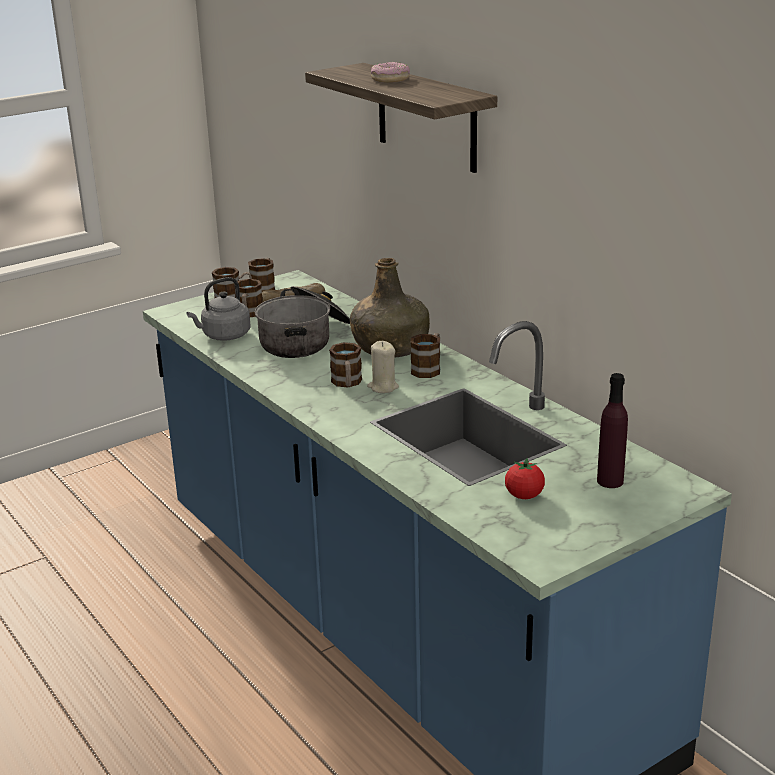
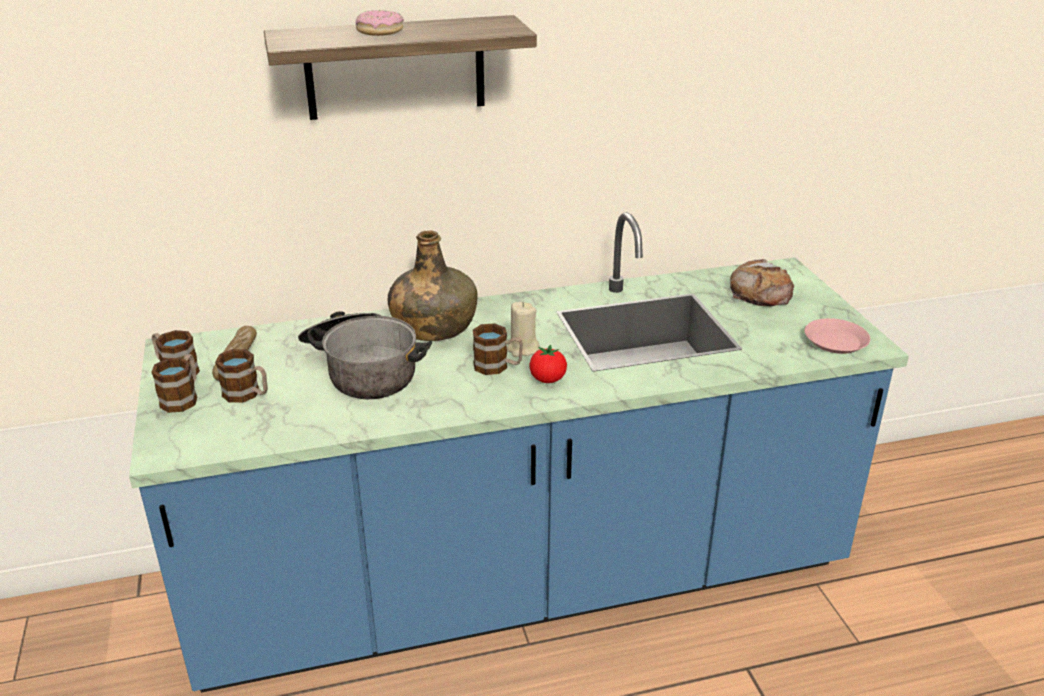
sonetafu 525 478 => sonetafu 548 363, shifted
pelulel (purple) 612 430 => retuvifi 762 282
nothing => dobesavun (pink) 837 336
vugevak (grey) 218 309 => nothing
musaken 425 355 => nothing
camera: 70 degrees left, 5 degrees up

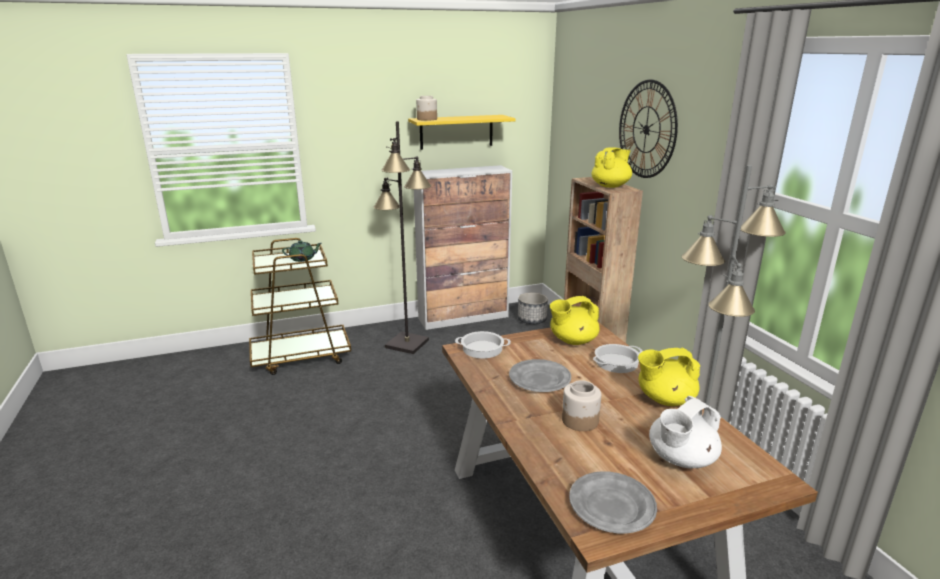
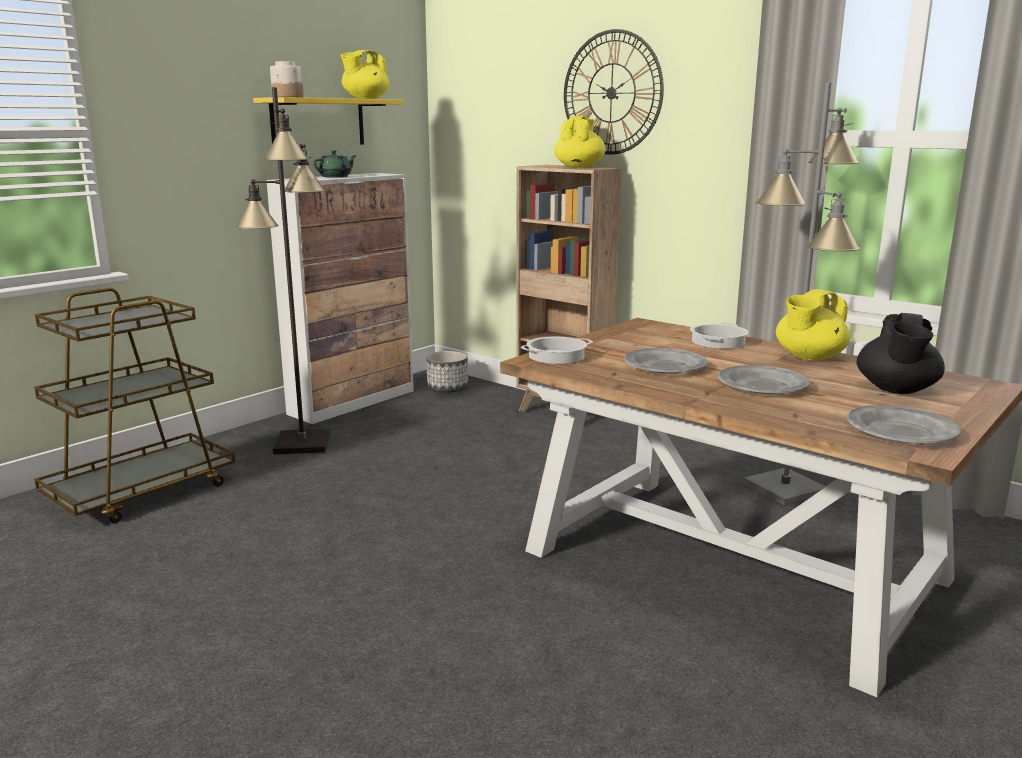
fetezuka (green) 302 251 => fetezuka (green) 335 164, shifted
fetezuka (yellow) 575 320 => fetezuka (yellow) 365 74, shifted
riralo 581 405 => dobesavun (grey) 764 379
fetezuka (white) 685 432 => fetezuka (black) 900 353
camera: 30 degrees left, 5 degrees down

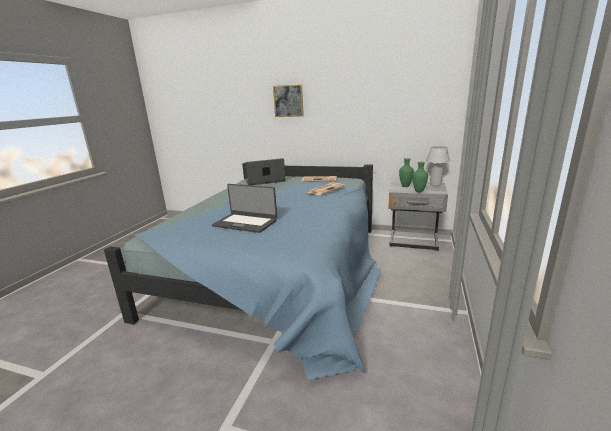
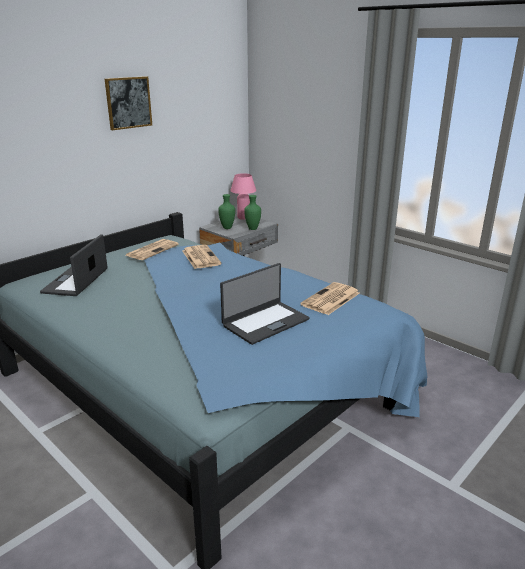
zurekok 288 100 => zurekok 128 103, shifted
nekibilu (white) 438 166 => nekibilu (pink) 243 196
nothing => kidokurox 330 298
camera: 65 degrees left, 5 degrees up

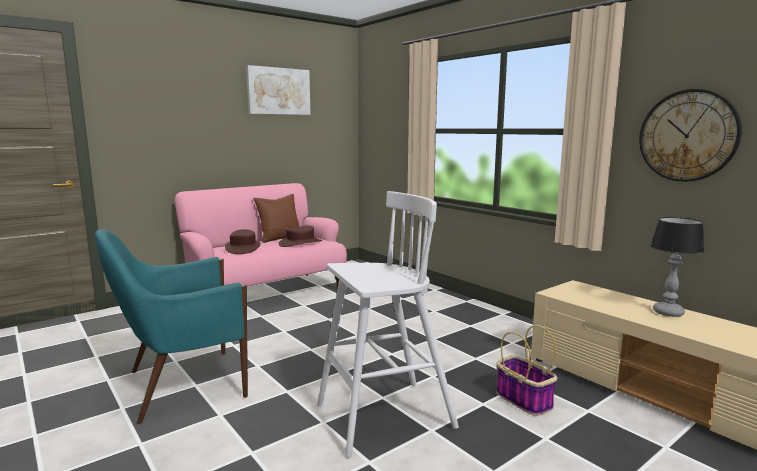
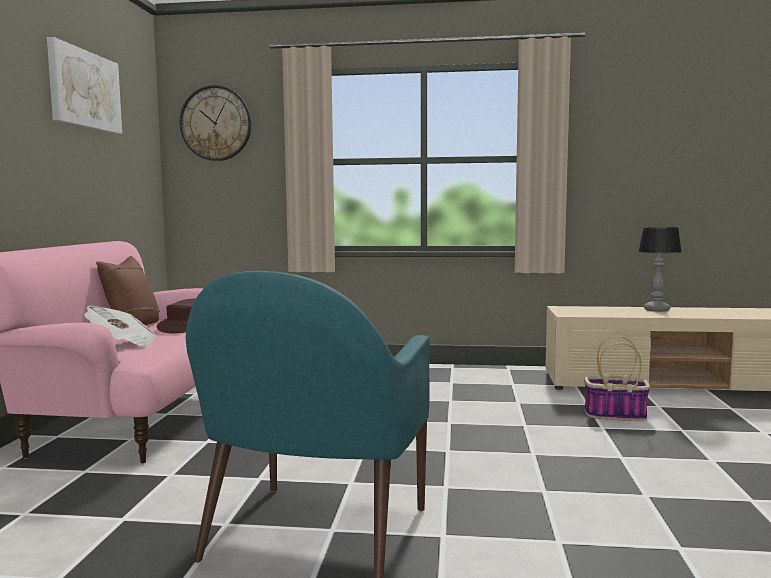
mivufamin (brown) 243 241 => kidokurox 120 326
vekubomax 690 135 => vekubomax 216 123, shifted
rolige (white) 388 324 => nothing
camera: 45 degrees left, 5 degrees down

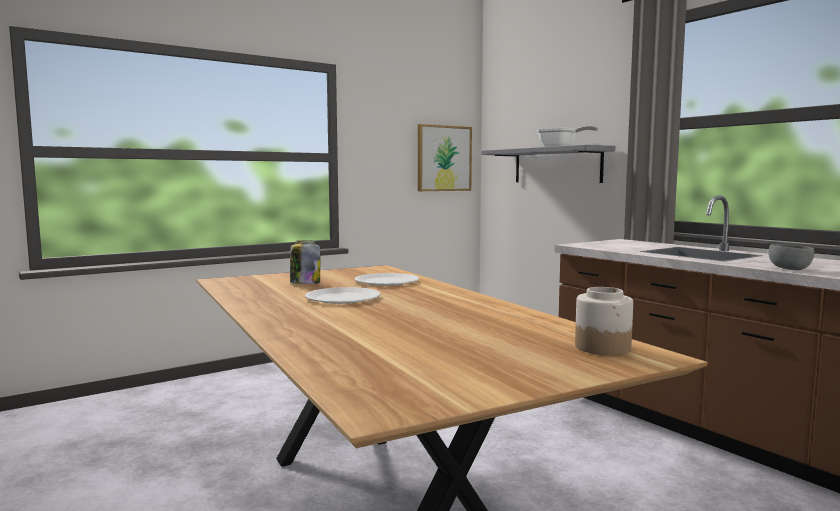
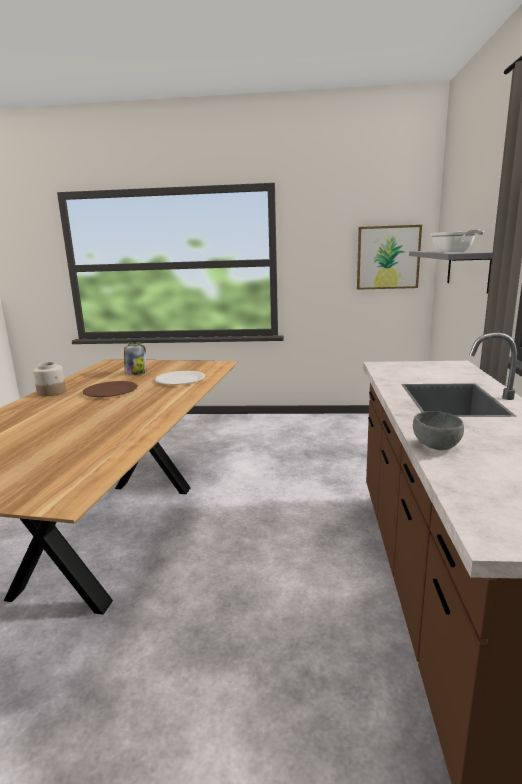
riralo 604 321 => riralo 49 379, shifted
dobesavun (white) 343 295 => dobesavun (brown) 110 389
camera: 40 degrees right, 10 degrees up

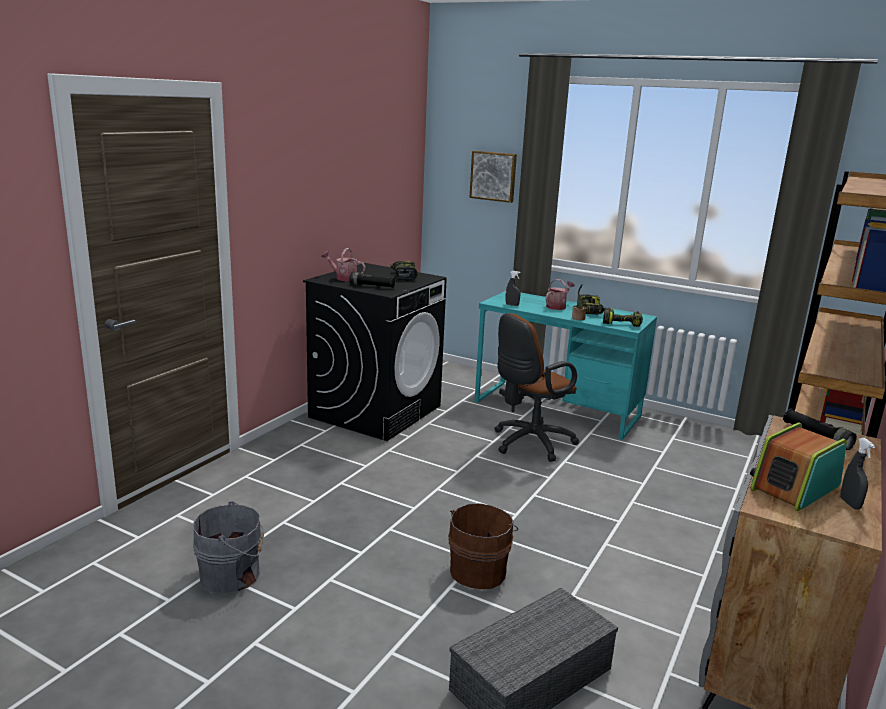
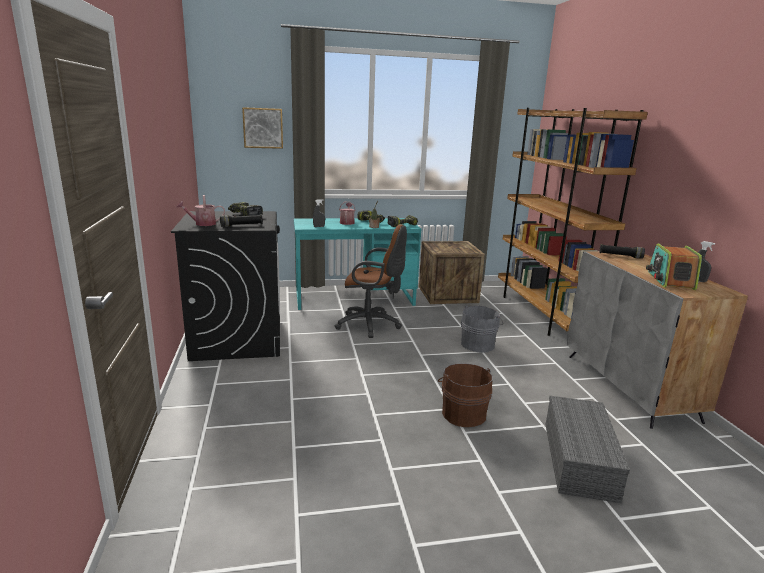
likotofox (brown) 536 387 => likotofox (brown) 371 281, 90 degrees counterclockwise
nothing => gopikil 452 272
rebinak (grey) 228 547 => rebinak (grey) 482 329, shifted
camera: 40 degrees left, 0 degrees up

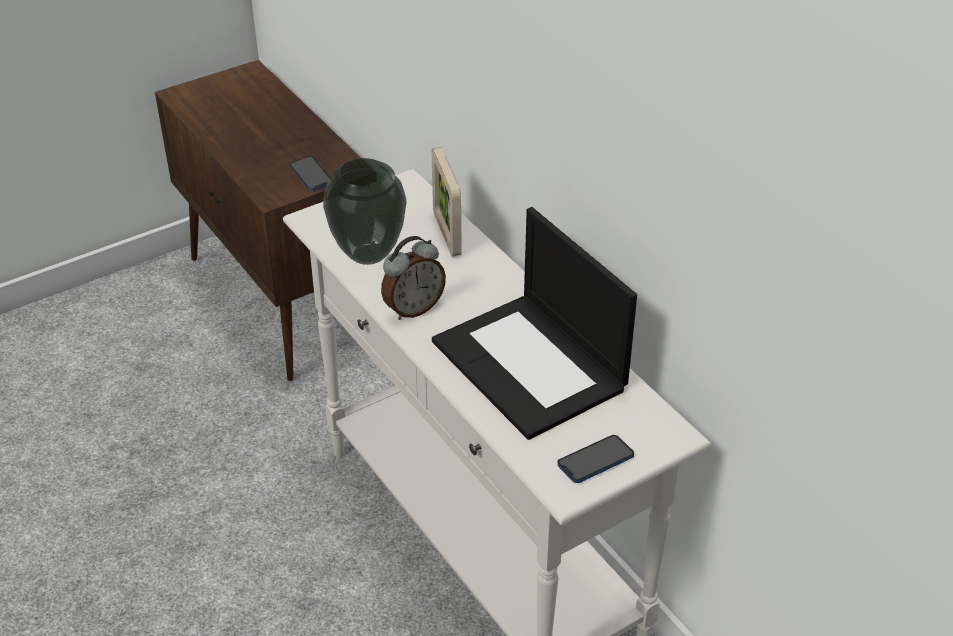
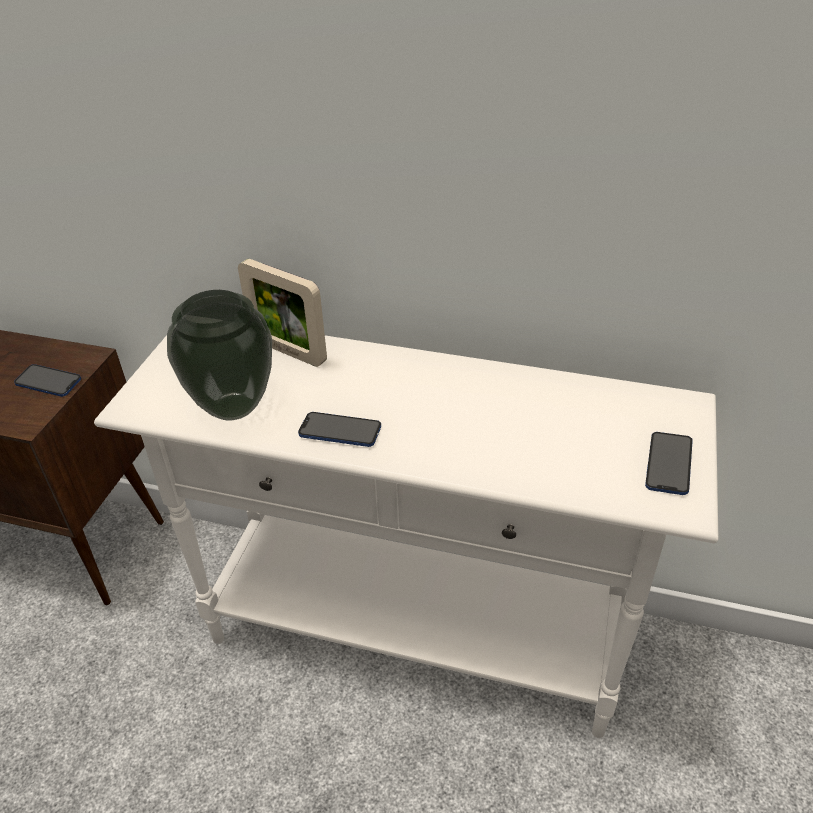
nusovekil 413 278 => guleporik 339 429
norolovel 534 323 => nothing
camera: 40 degrees left, 0 degrees up

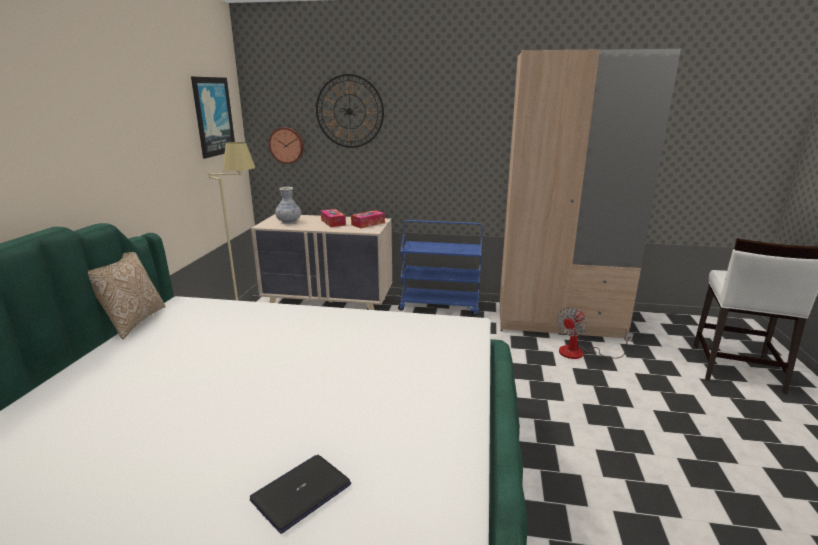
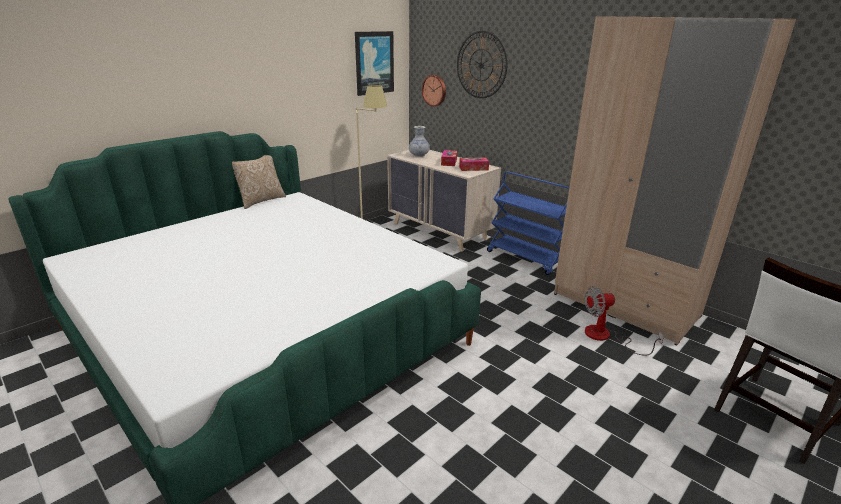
norolovel 300 494 => nothing
camera: 35 degrees right, 5 degrees up

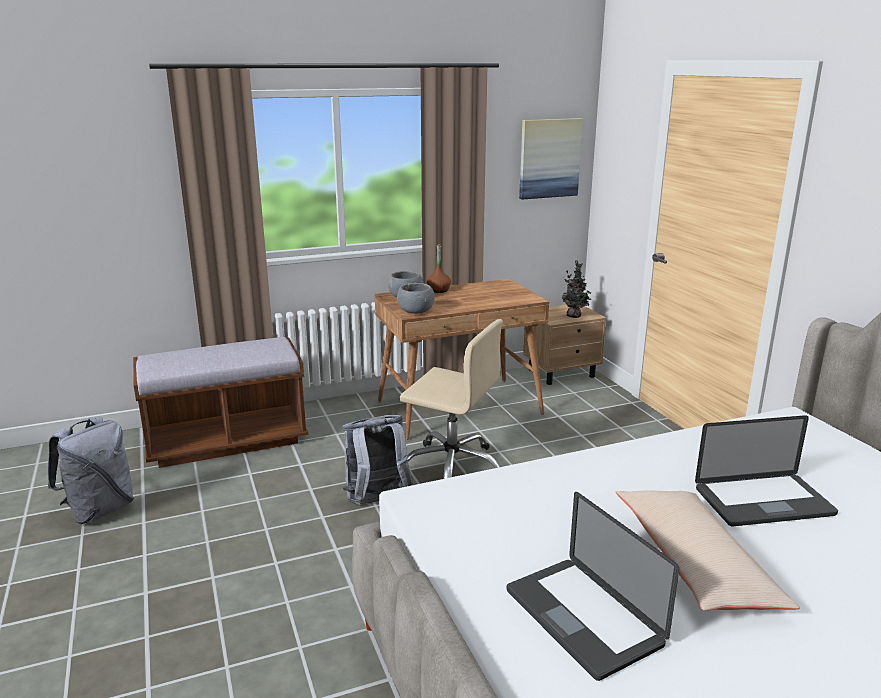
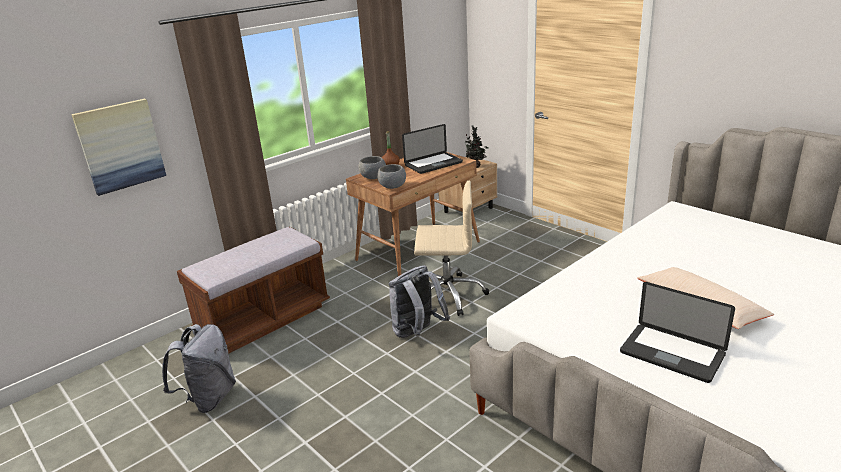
zurekok 551 159 => zurekok 118 147, shifted
norolovel 766 470 => norolovel 432 149, shifted
camera: 20 degrees left, 5 degrees up

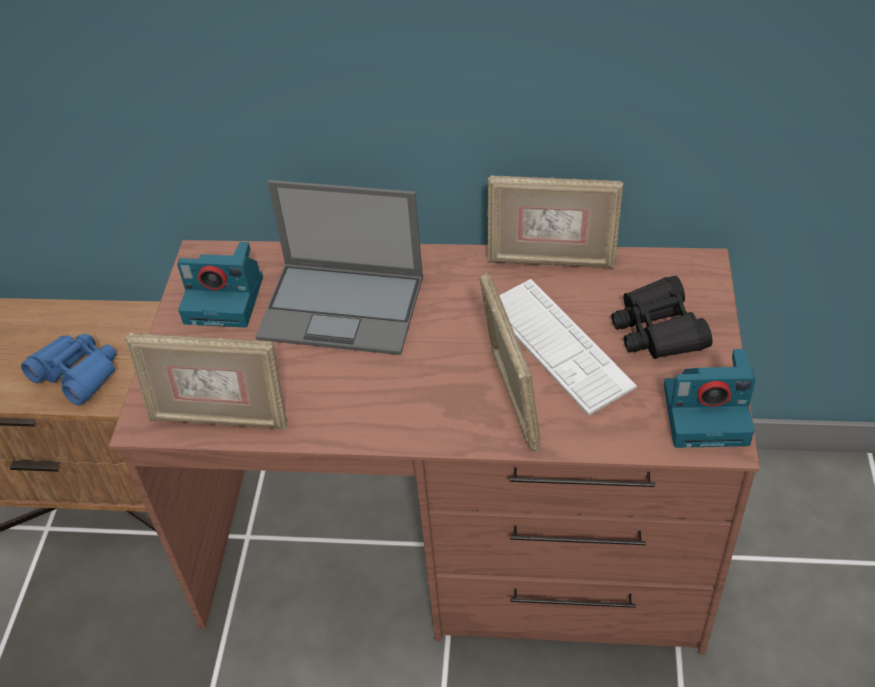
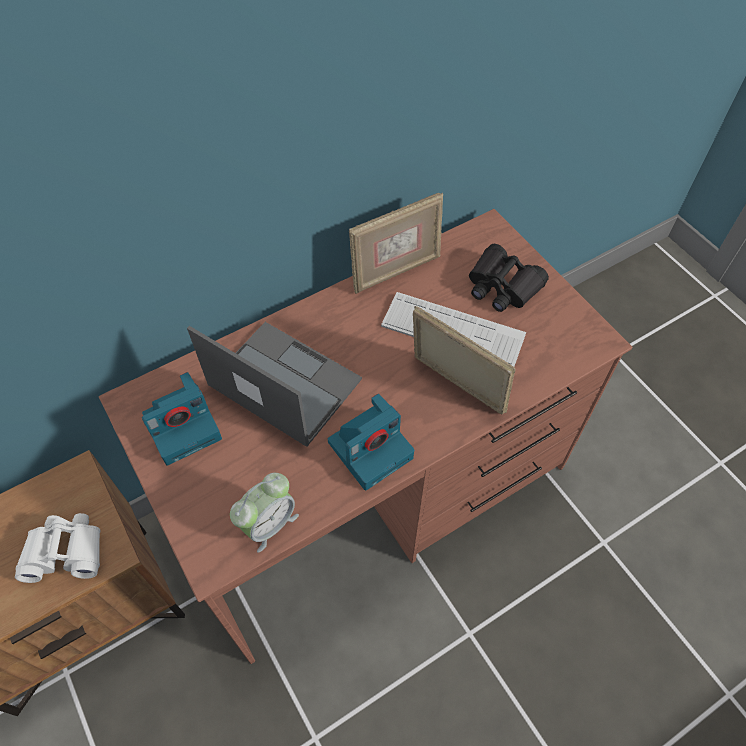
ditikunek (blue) 69 370 => ditikunek (white) 58 548
norolovel 339 267 => norolovel 274 384, 120 degrees counterclockwise
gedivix 206 381 => nusovekil 264 513
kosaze 709 398 => kosaze 371 442, shifted
camera: 40 degrees left, 10 degrees up

